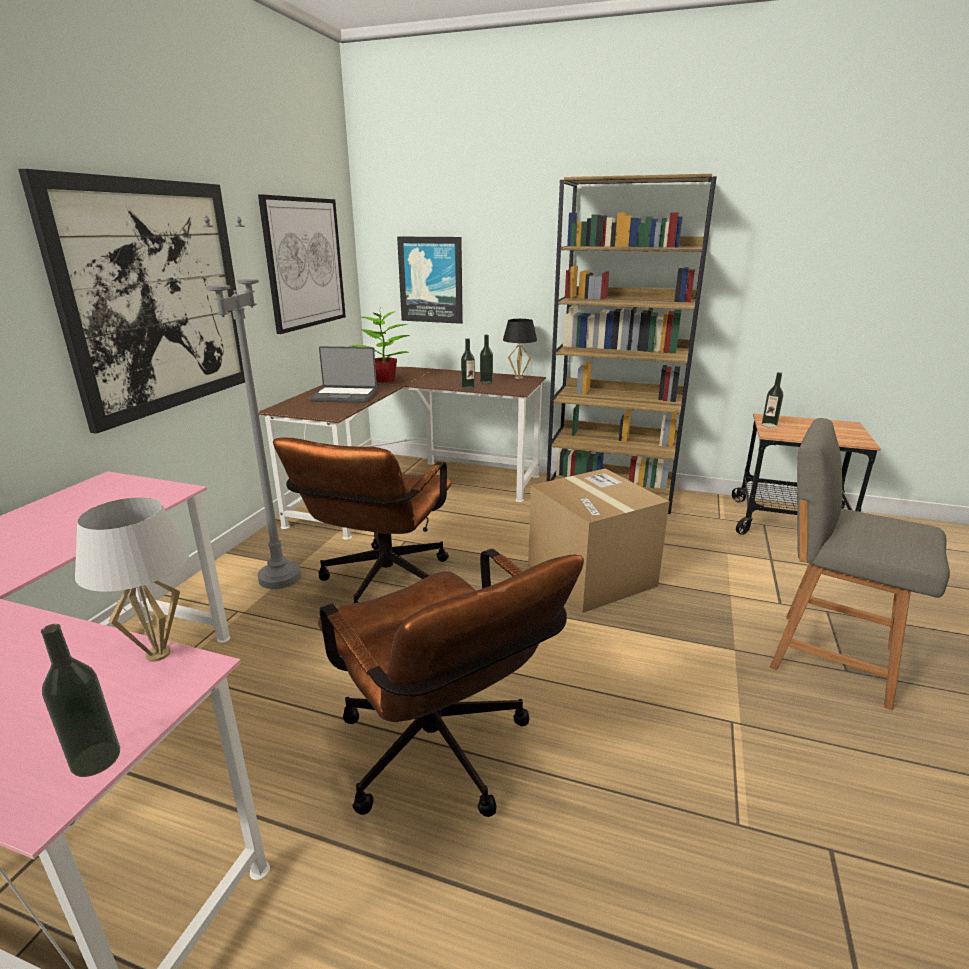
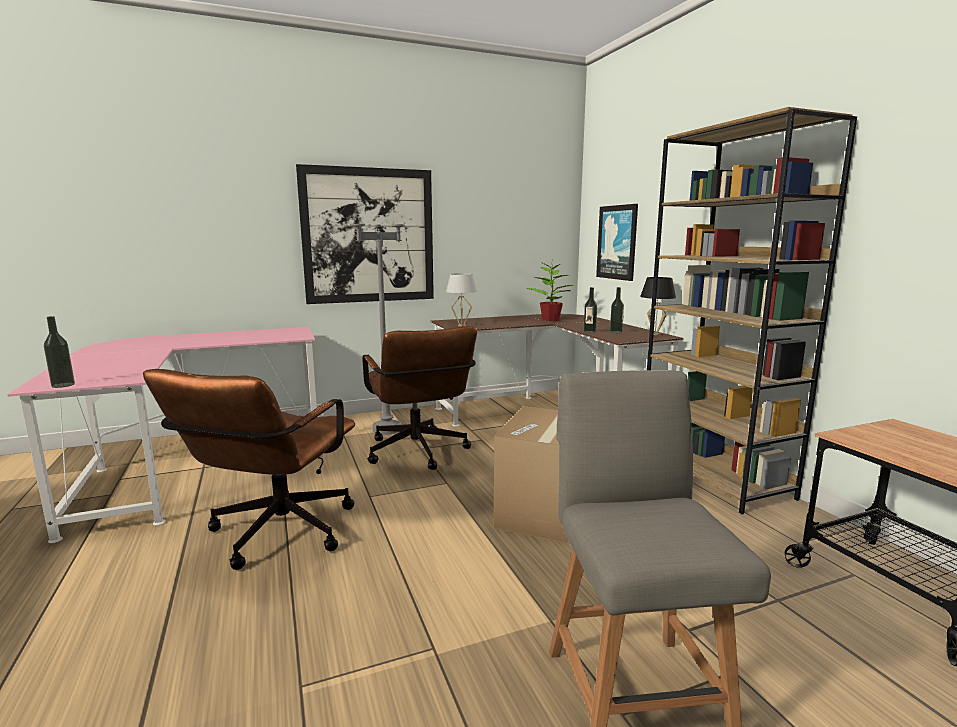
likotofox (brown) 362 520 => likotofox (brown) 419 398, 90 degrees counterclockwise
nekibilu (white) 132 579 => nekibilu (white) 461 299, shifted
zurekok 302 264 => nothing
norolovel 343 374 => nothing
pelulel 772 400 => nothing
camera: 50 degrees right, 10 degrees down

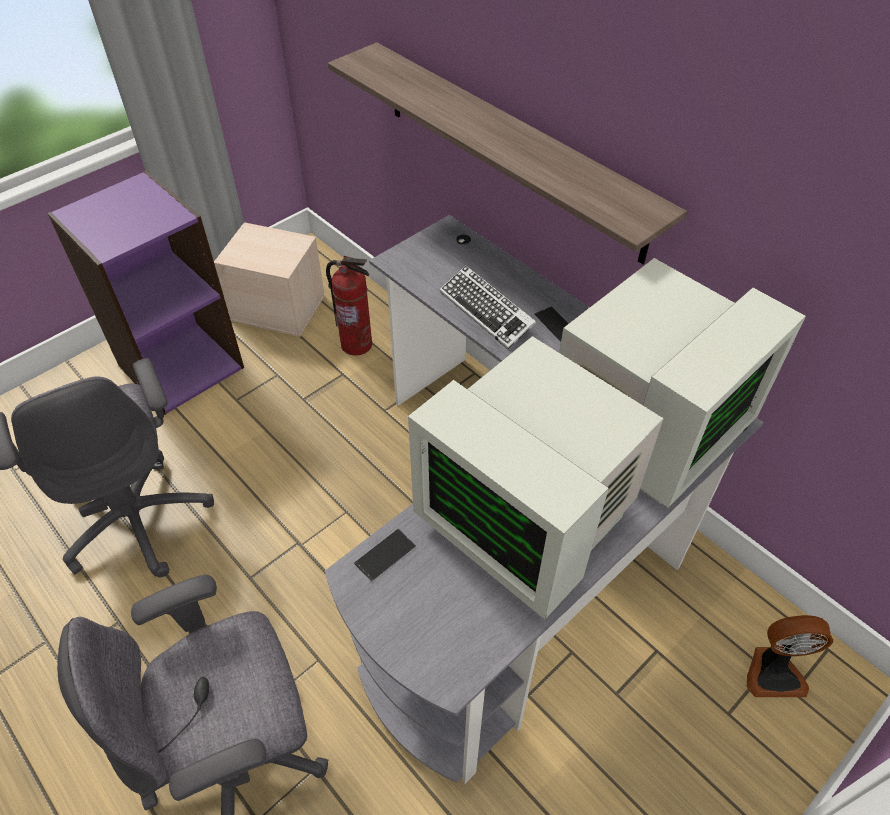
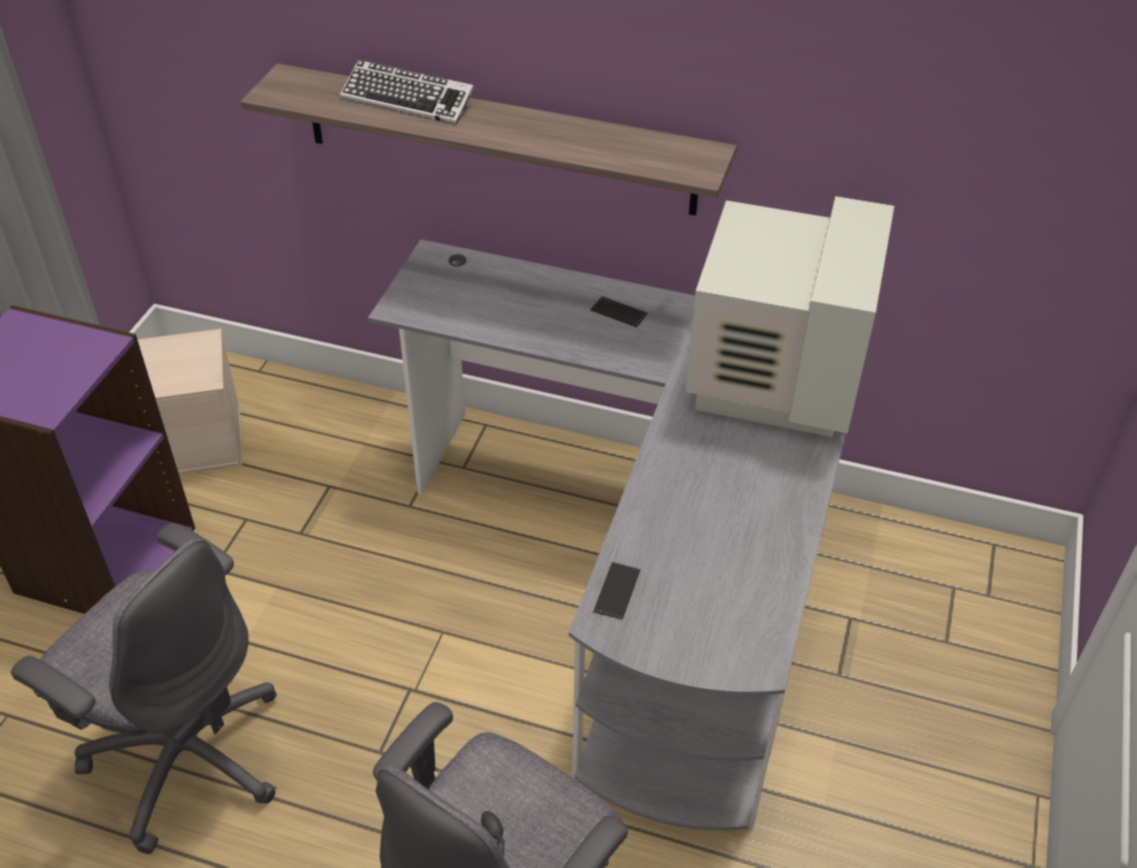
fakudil 488 307 => fakudil 407 92, shifted
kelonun 349 306 => nothing
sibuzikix 536 477 => nothing
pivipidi 790 656 => nothing
camera: 30 degrees left, 5 degrees down

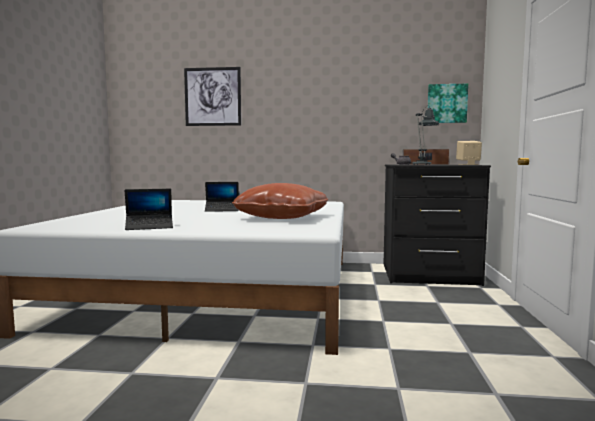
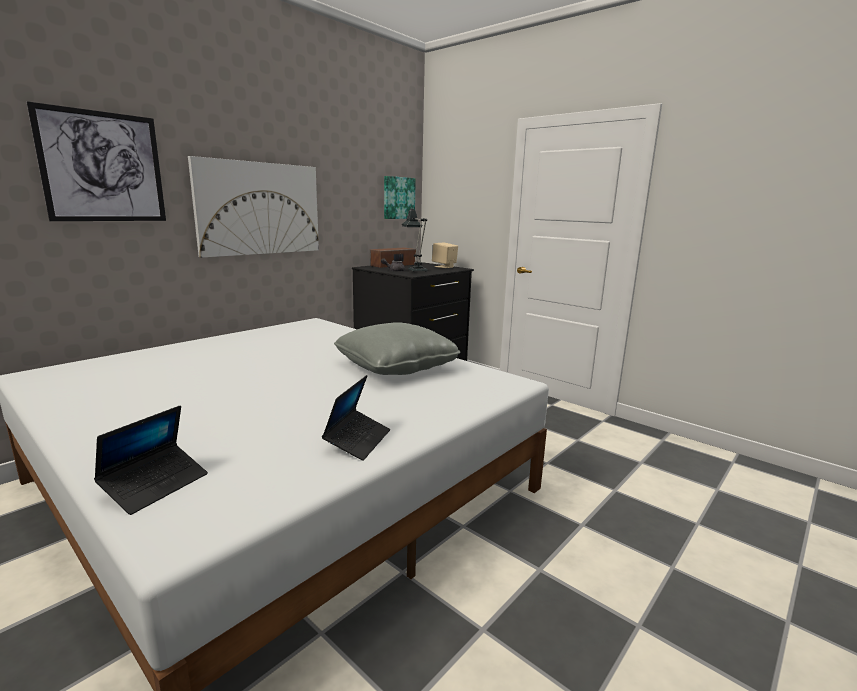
norolovel 222 197 => norolovel 151 460, shifted
nothing => zurekok 253 207
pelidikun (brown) 280 201 => pelidikun (grey) 397 348
camera: 55 degrees left, 10 degrees up

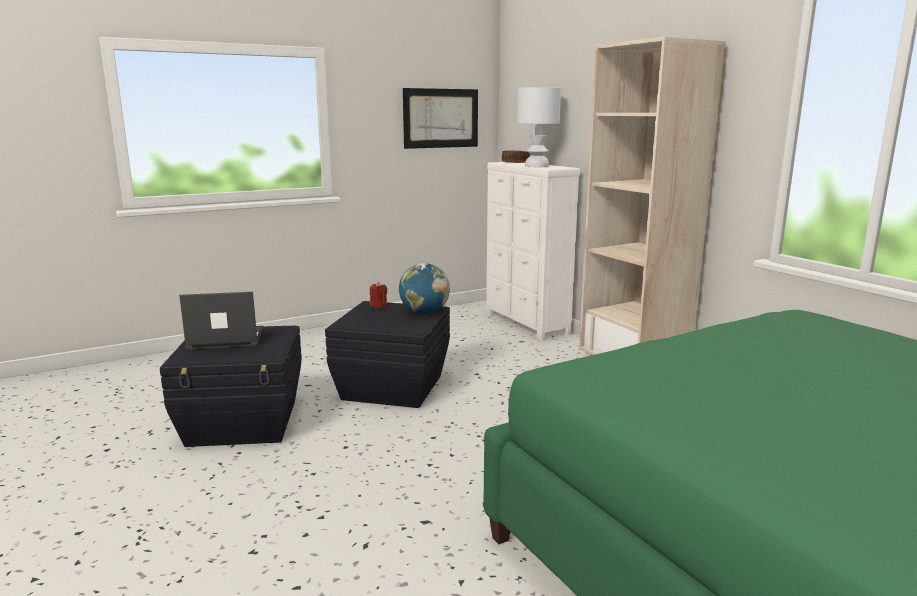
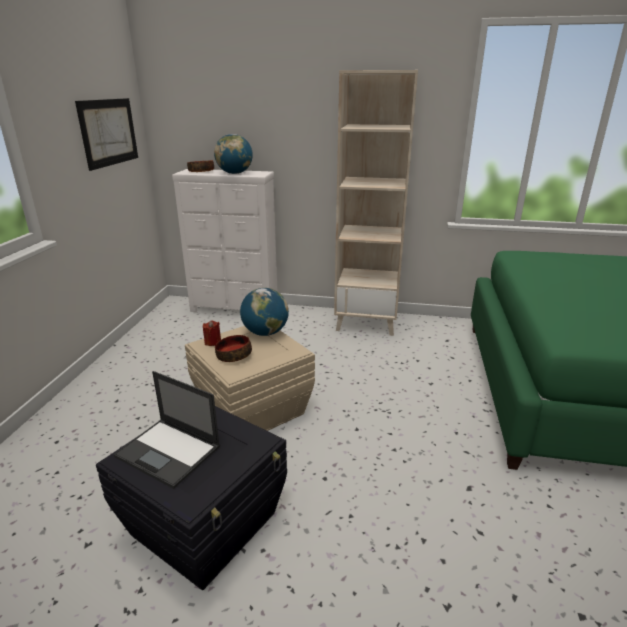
norolovel 221 320 => norolovel 167 430, 90 degrees counterclockwise
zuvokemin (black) 387 354 => zuvokemin (beige) 250 378
nekibilu (white) 539 127 => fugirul 233 154
nothing => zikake 233 348
camera: 50 degrees left, 10 degrees up

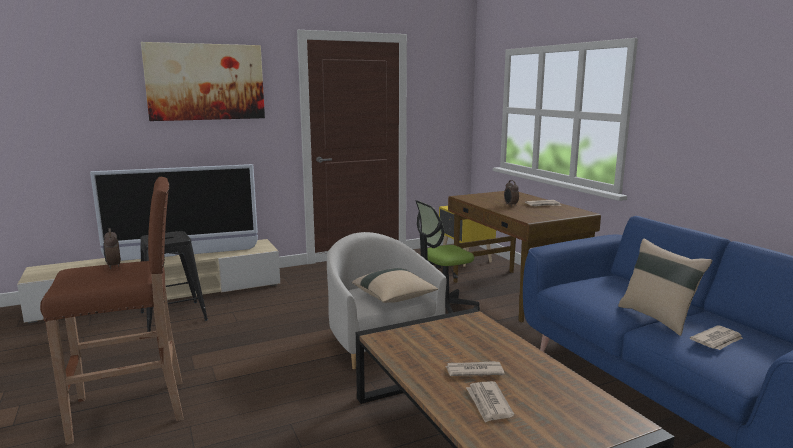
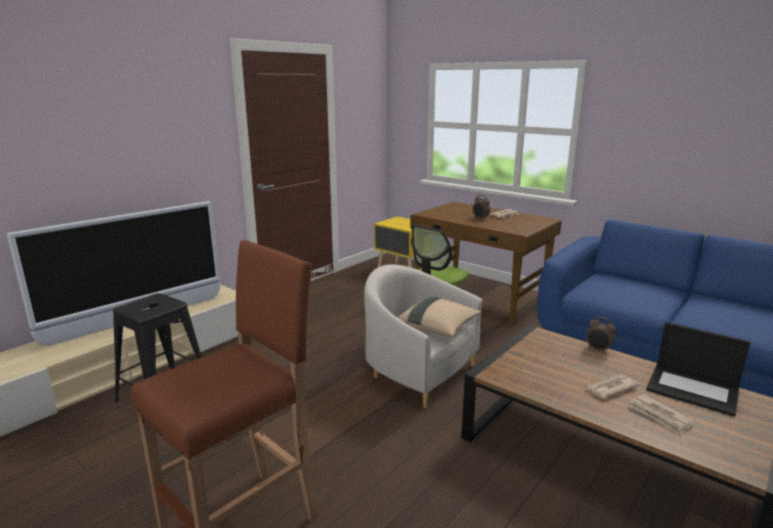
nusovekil 112 248 => nusovekil 601 335, shifted
nothing => norolovel 698 369
zurekok 203 81 => nothing
pelidikun (beige) 665 287 => nothing
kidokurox 716 337 => nothing
camera: 25 degrees left, 5 degrees up

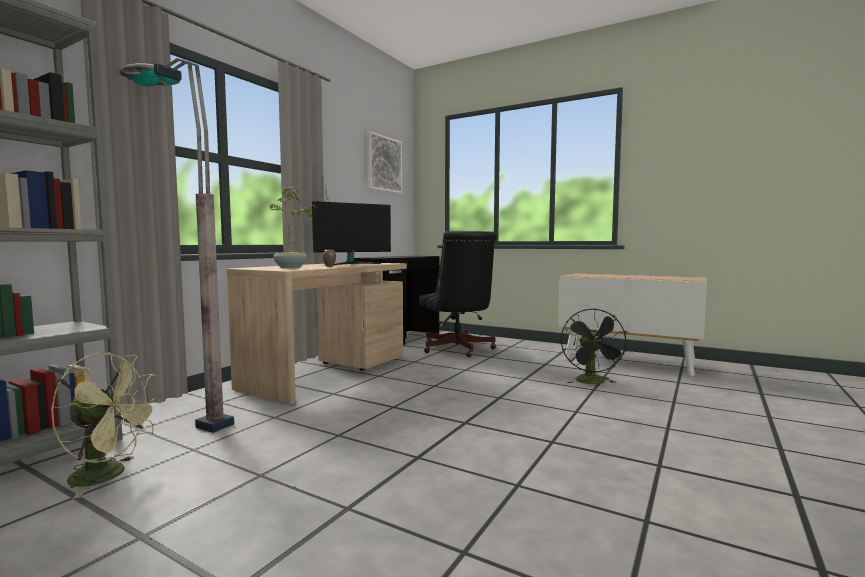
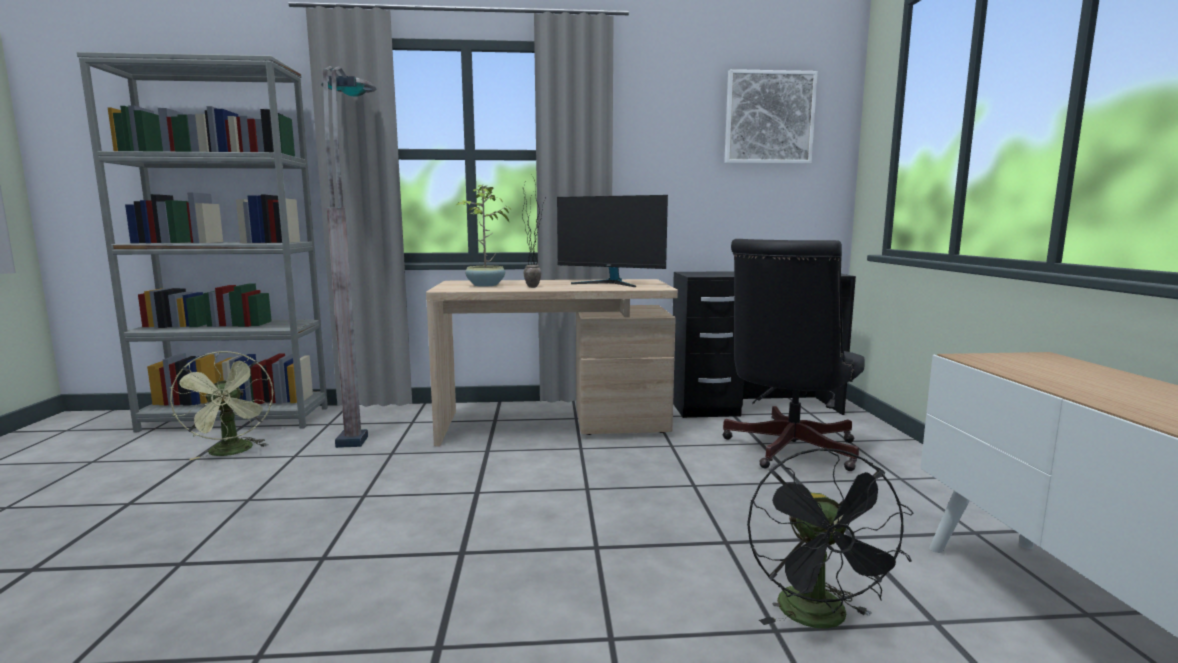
pivipidi (black) 594 346 => pivipidi (black) 830 538, 60 degrees counterclockwise
camera: 55 degrees right, 5 degrees up

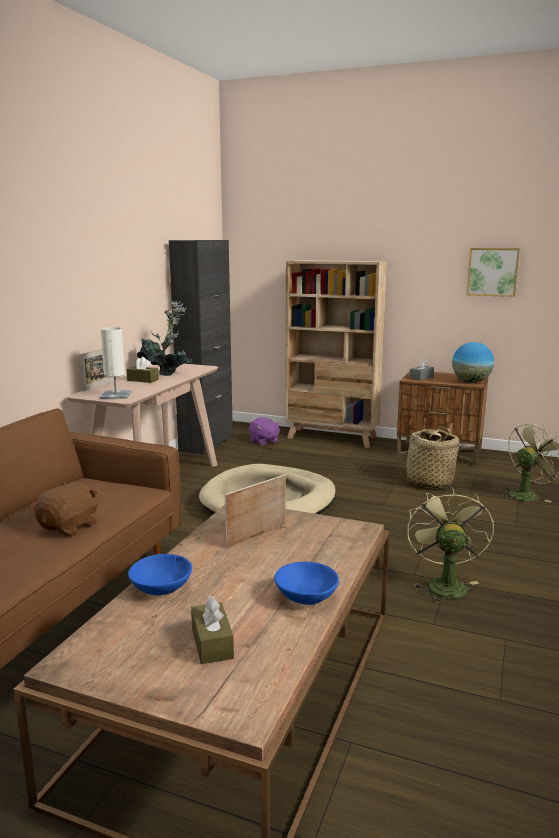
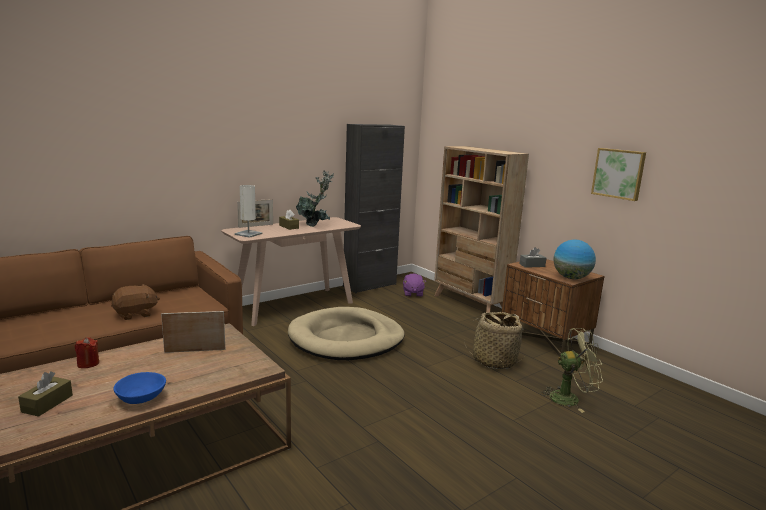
zikake (blue) 160 574 => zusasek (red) 87 352
pivipidi (green) 450 546 => nothing
camera: 30 degrees right, 0 degrees up

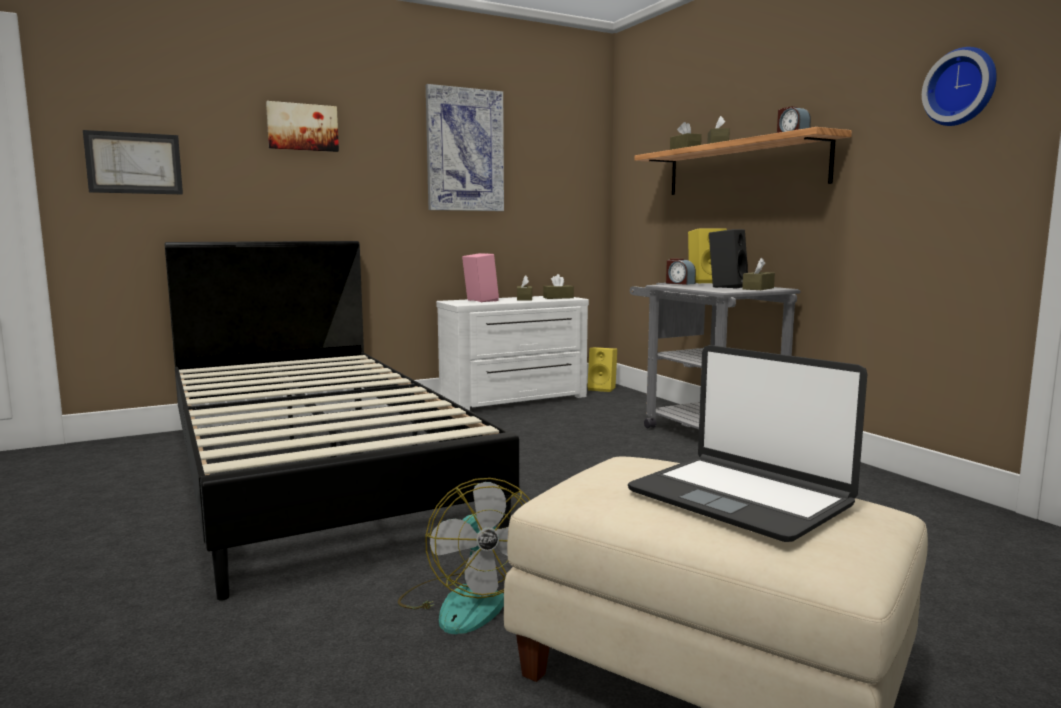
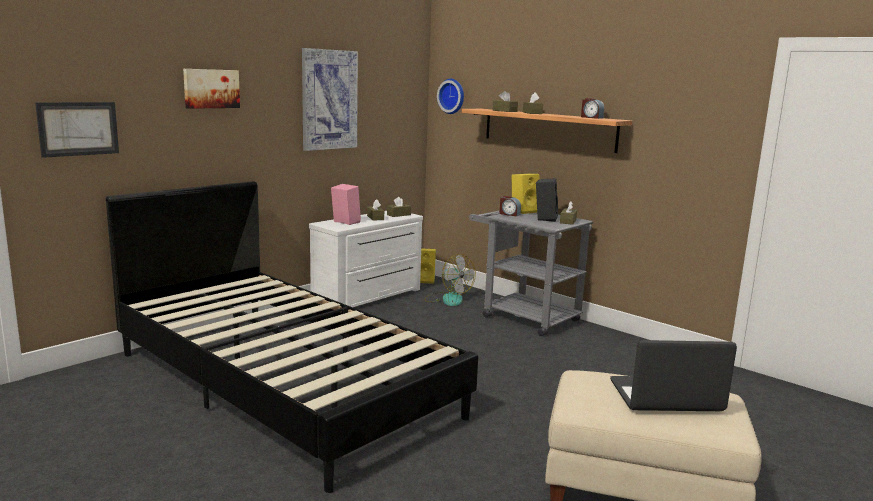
pivipidi 464 556 => pivipidi 450 280, shifted
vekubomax 959 86 => vekubomax 450 96, shifted
norolovel 747 443 => norolovel 673 375, 150 degrees clockwise
camera: 20 degrees left, 5 degrees up

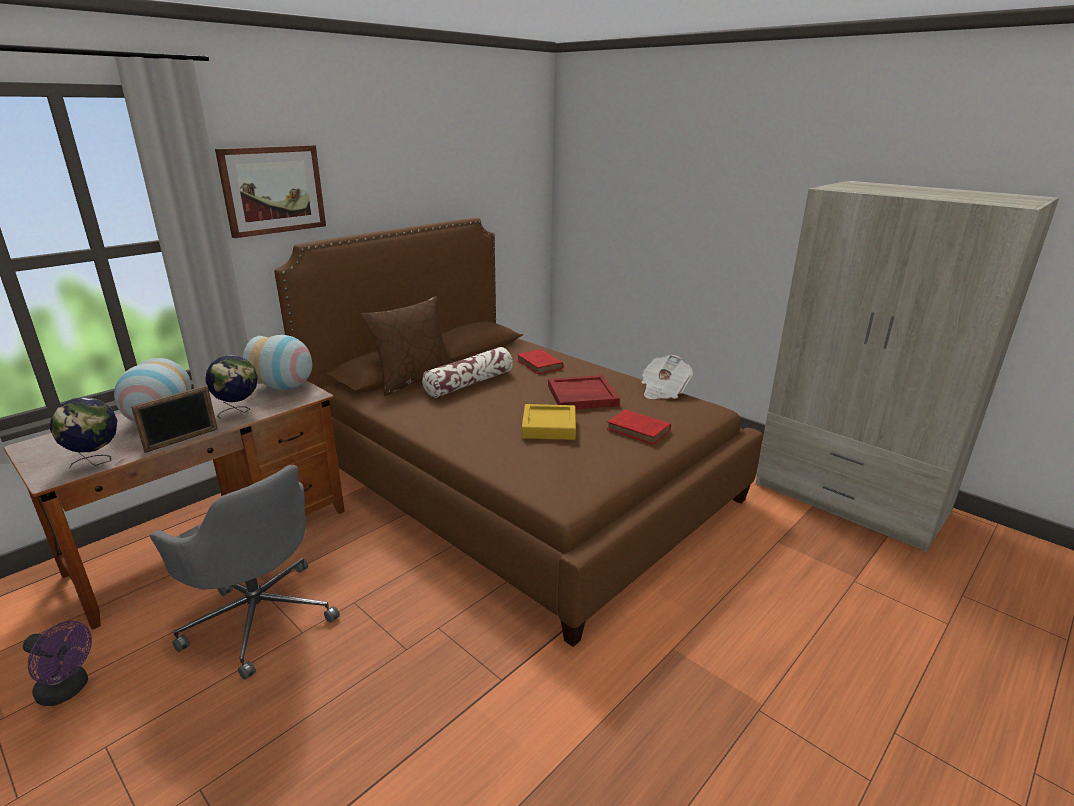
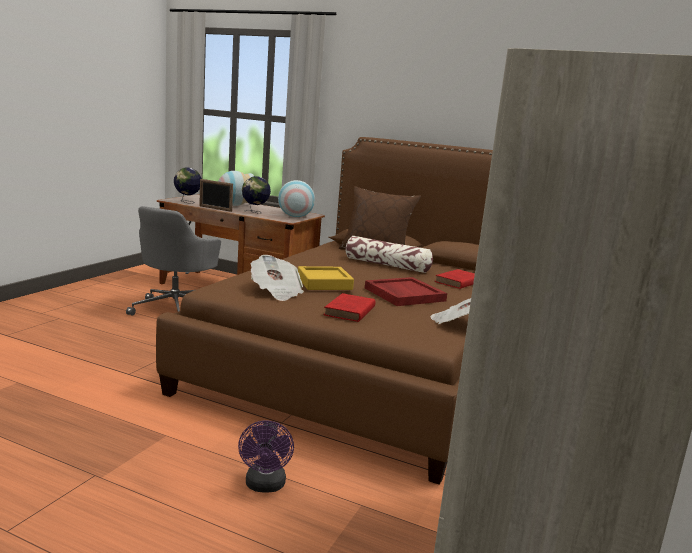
pivipidi (purple) 57 663 => pivipidi (purple) 266 456, shifted
nothing => kidokurox 277 278
zurekok 270 191 => nothing
camera: 70 degrees right, 10 degrees down

